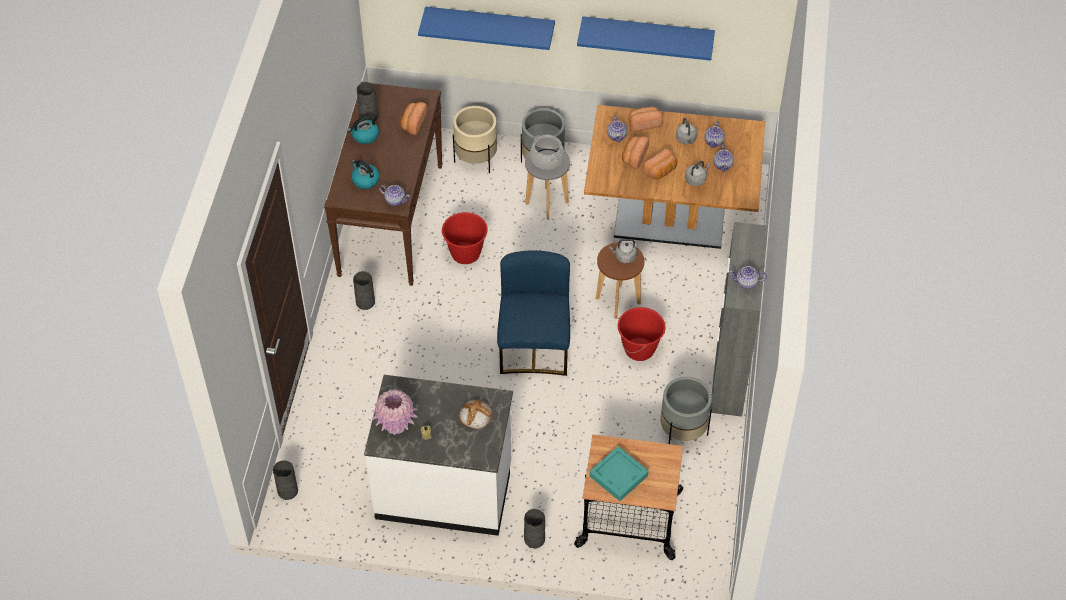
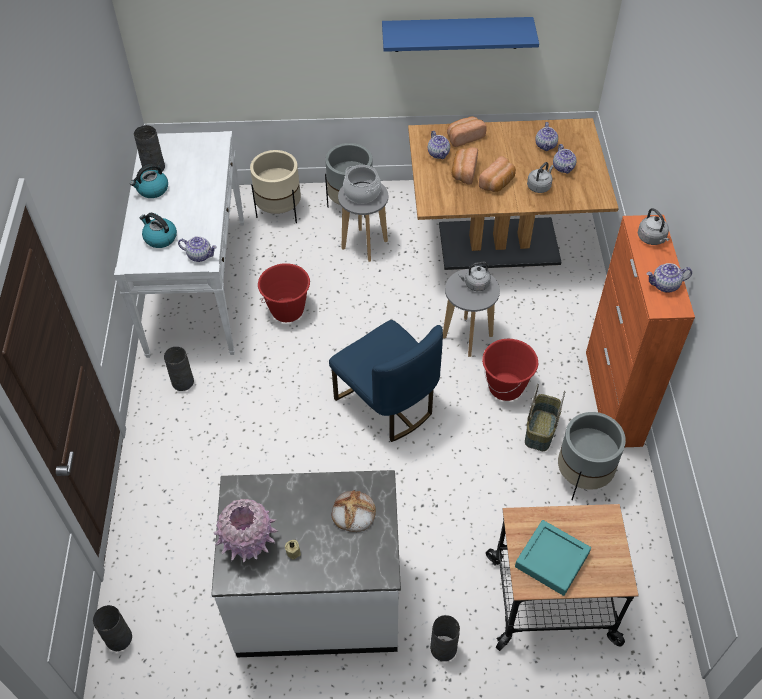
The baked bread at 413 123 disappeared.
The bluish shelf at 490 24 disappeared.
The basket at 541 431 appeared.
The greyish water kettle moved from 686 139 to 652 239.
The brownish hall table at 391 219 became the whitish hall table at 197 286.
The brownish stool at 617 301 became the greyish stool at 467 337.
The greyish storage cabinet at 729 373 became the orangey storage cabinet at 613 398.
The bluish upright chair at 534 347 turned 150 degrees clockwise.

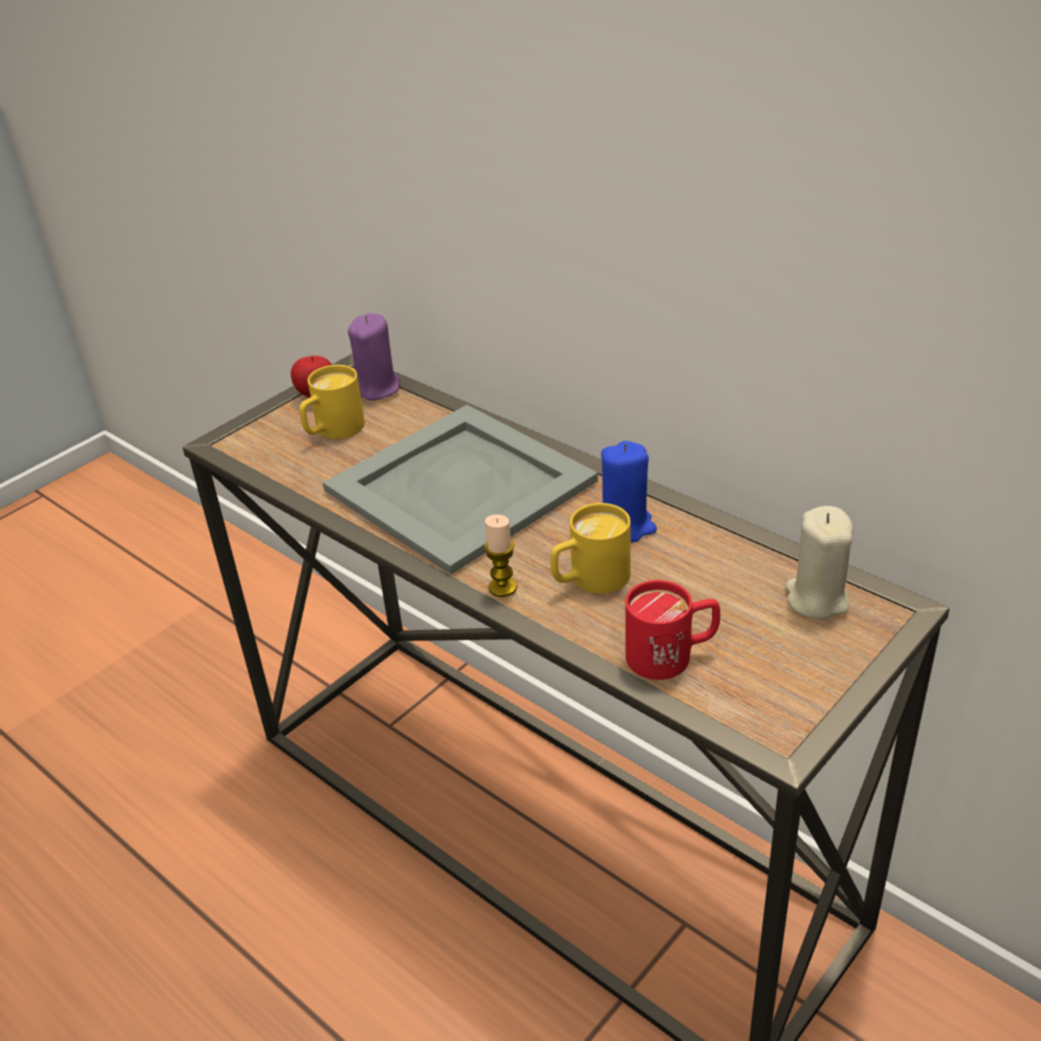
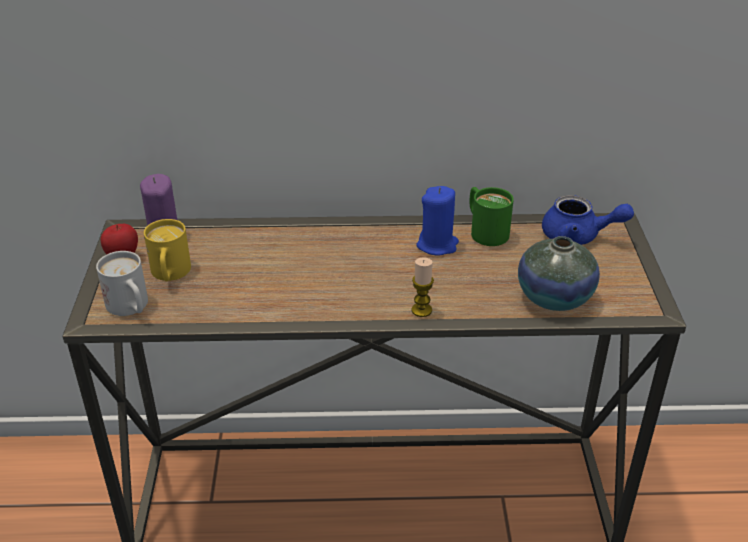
The greyish carrying tray at 460 487 disappeared.
The yellow-coloured coffee mug at 589 580 disappeared.
The whitish coffee mug at 131 308 appeared.
The greenish coffee mug at 484 231 appeared.
The reddish coffee mug at 672 655 was replaced by the flower vase at 554 297.
The beige candle at 816 598 was replaced by the bluish teapot at 578 236.

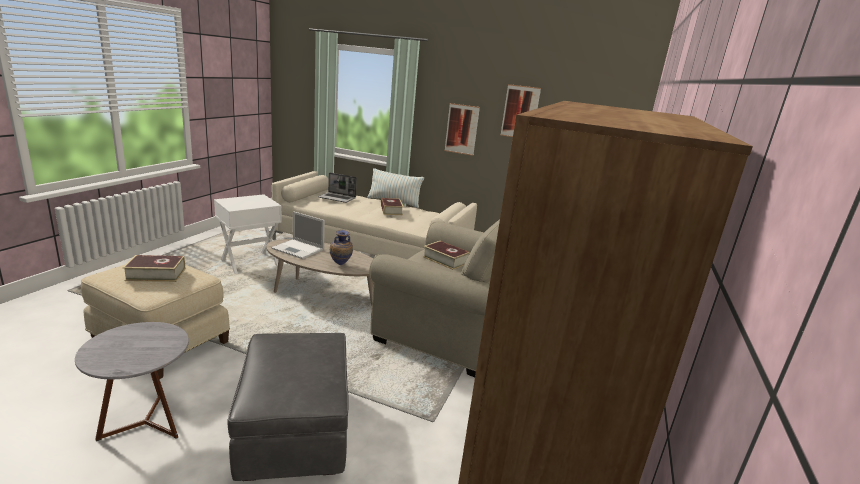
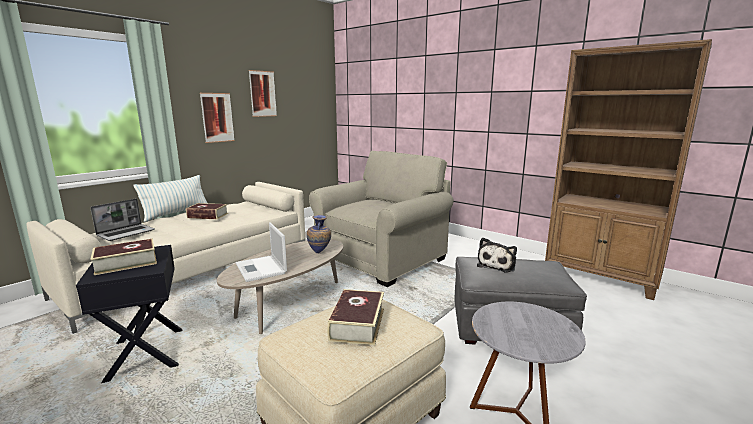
The plush toy at 497 265 appeared.
The bound book moved from 445 260 to 126 263.
The whitish end table at 250 263 became the black end table at 147 354.
The portable computer at 299 249 turned 105 degrees clockwise.

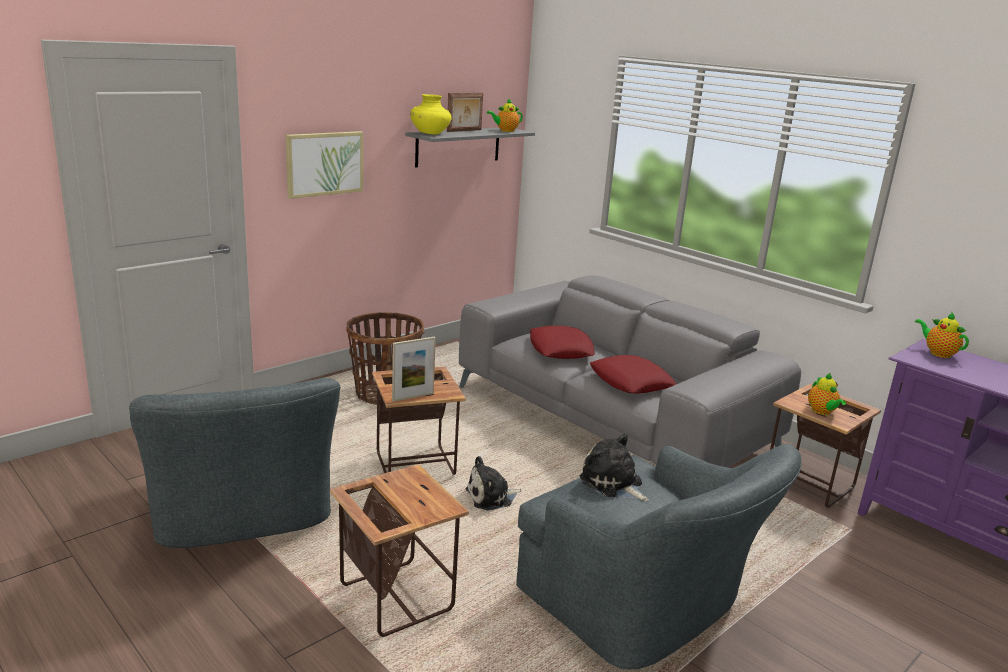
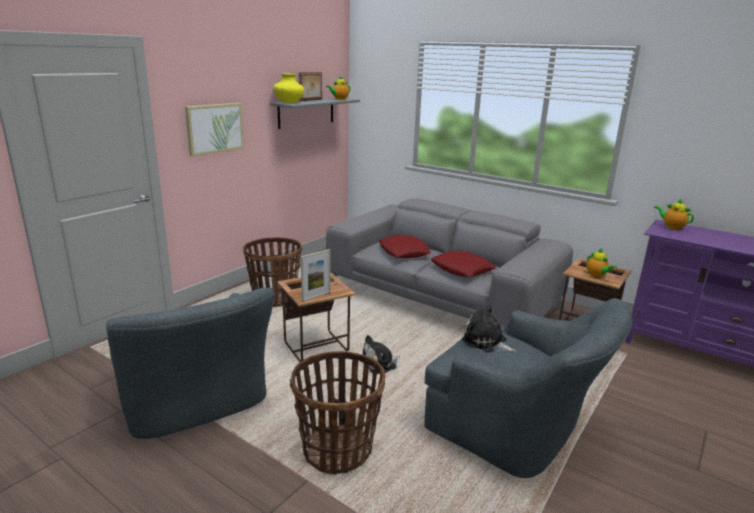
The end table at 395 597 was replaced by the basket at 337 450.

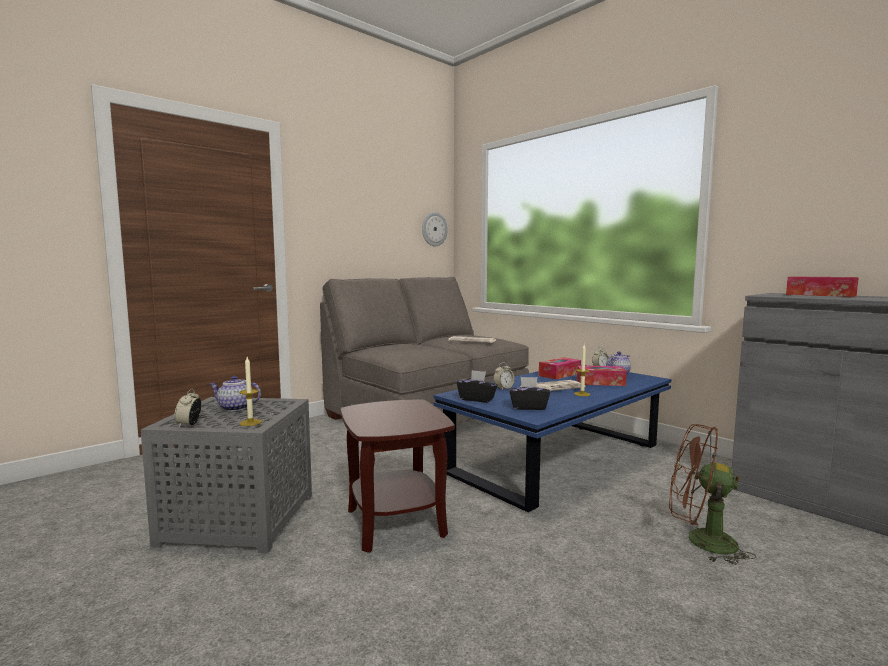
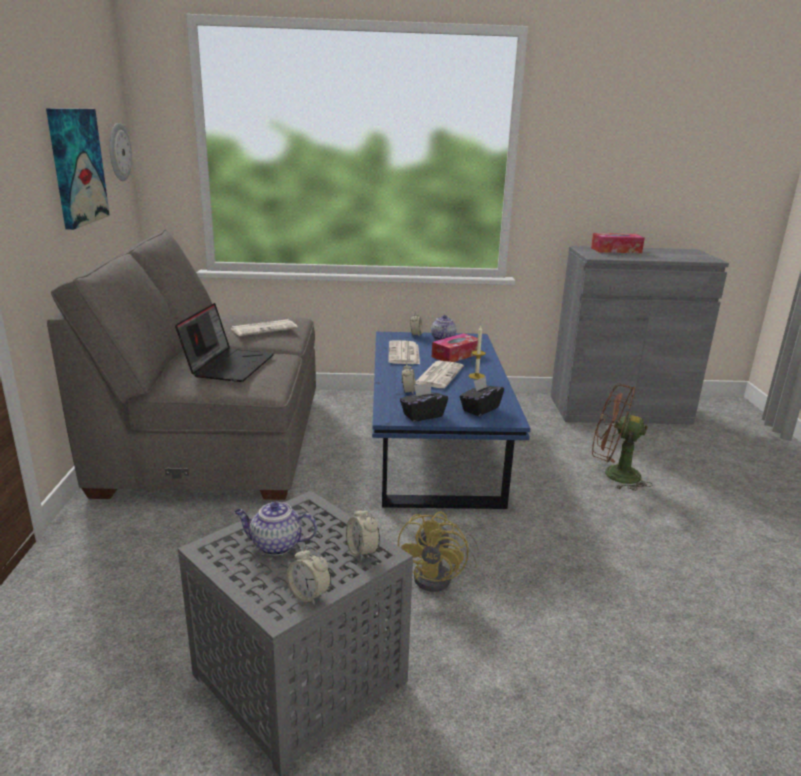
The picture at 76 167 appeared.
The portable computer at 229 365 appeared.
The candle at 250 422 was replaced by the alarm clock at 362 552.
The brownish end table at 396 522 was replaced by the yellow-coloured electric fan at 440 578.
The box of tissues at 559 374 was replaced by the daily paper at 404 354.
The teapot at 235 408 turned 45 degrees clockwise.
The brownish electric fan at 700 541 turned 45 degrees clockwise.

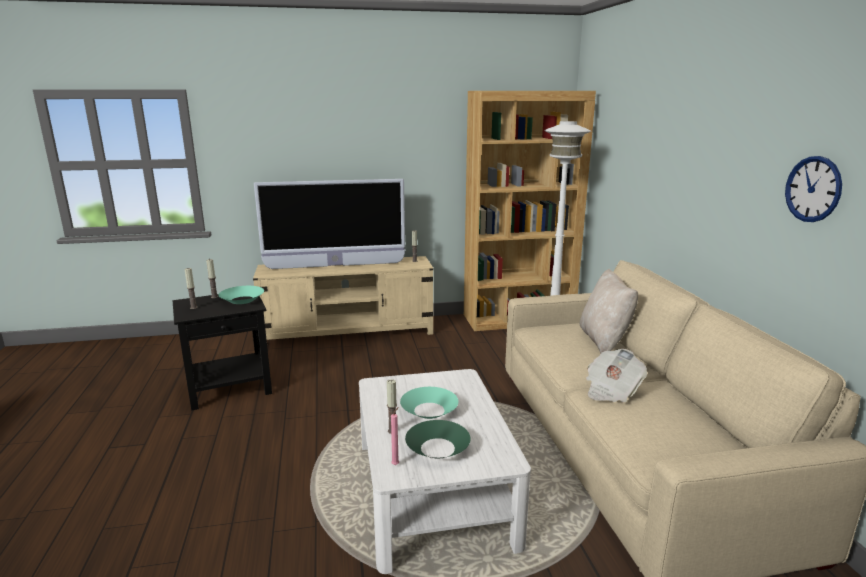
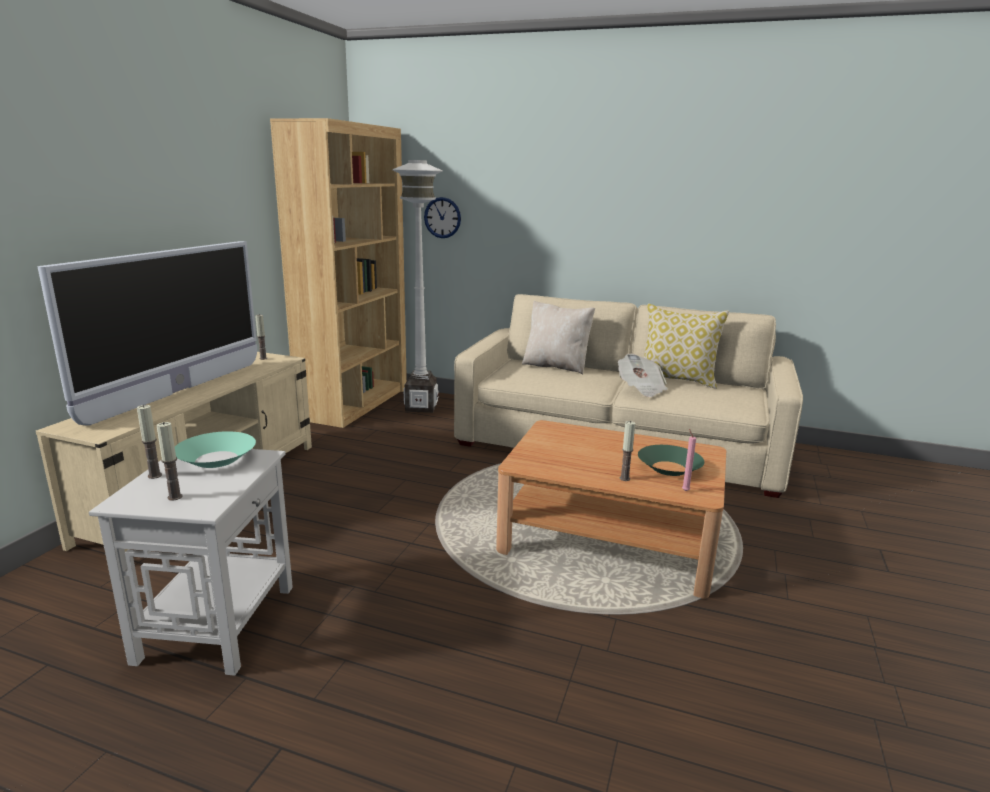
The turquoise-coloured serving bowl at 429 410 disappeared.
The pillow at 677 380 appeared.
The clock on the wall moved from 813 189 to 442 217.
The black end table at 230 388 became the whitish end table at 218 621.
The whitish low table at 434 491 became the brownish low table at 609 538.

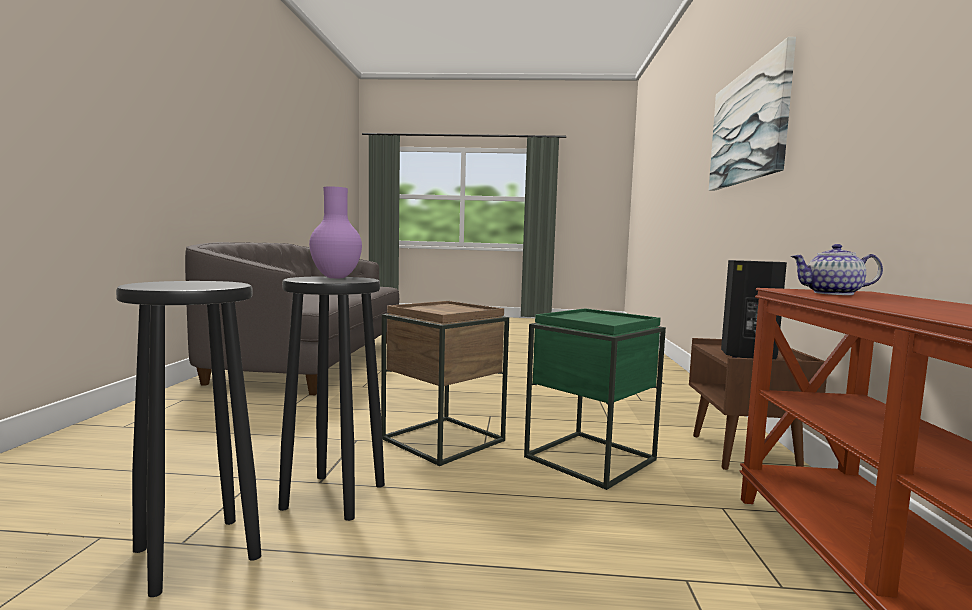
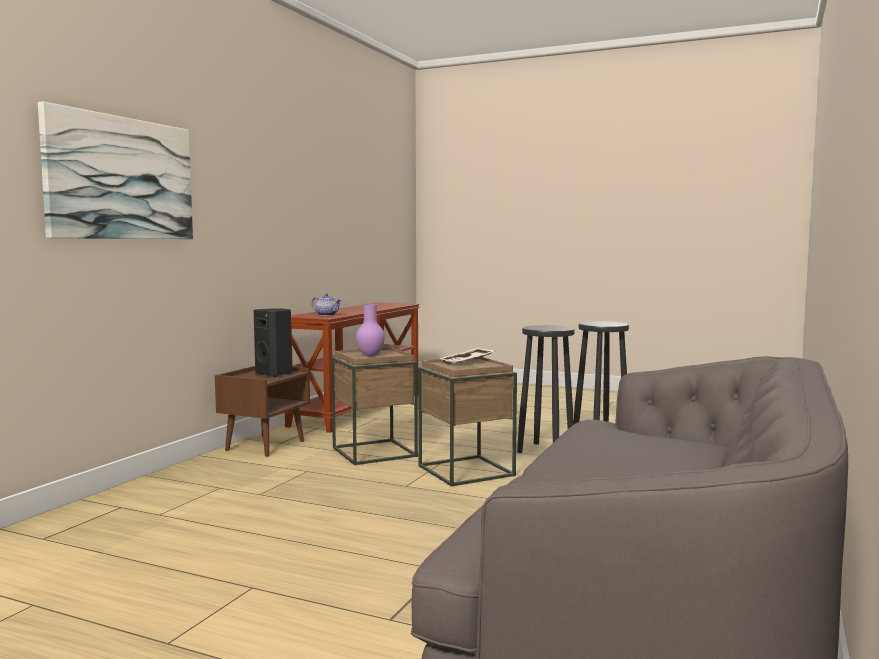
The whitish carrying tray at 468 362 appeared.
The purplish flower vase moved from 336 278 to 370 355.
The greenish end table at 590 458 became the brownish end table at 374 452.

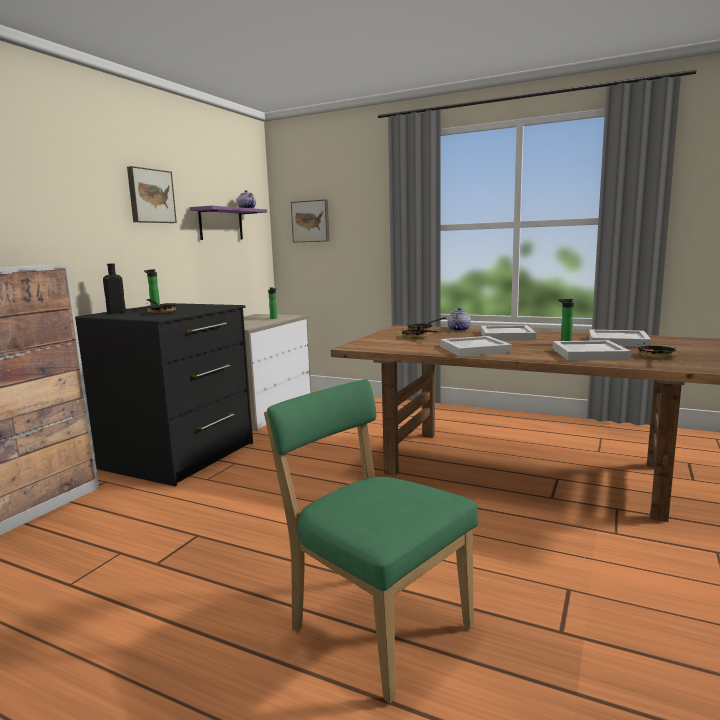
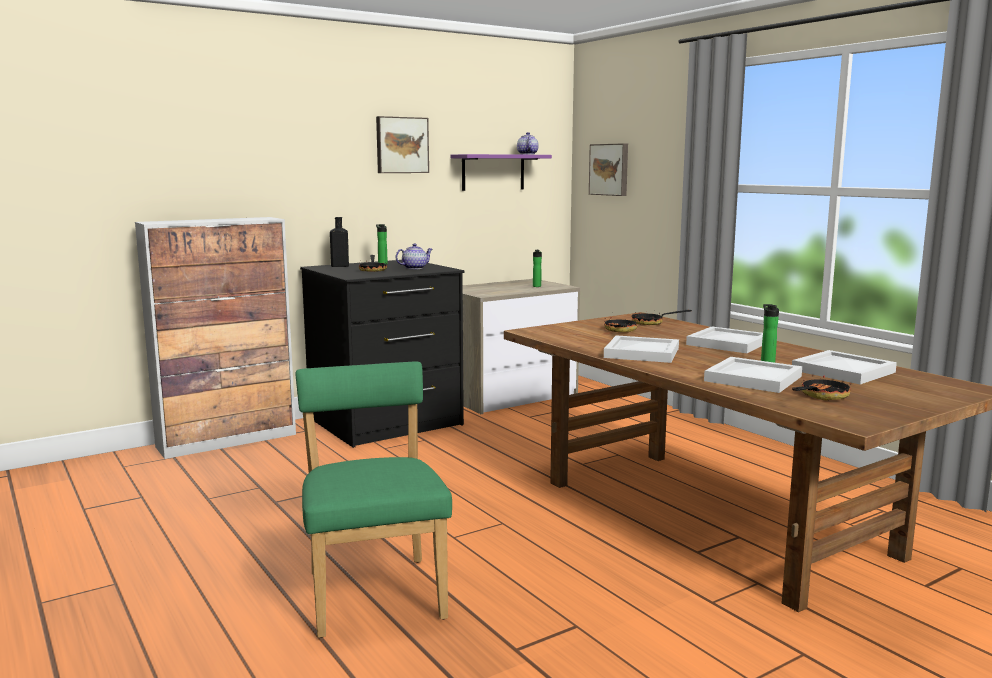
The teapot moved from 458 330 to 414 268.

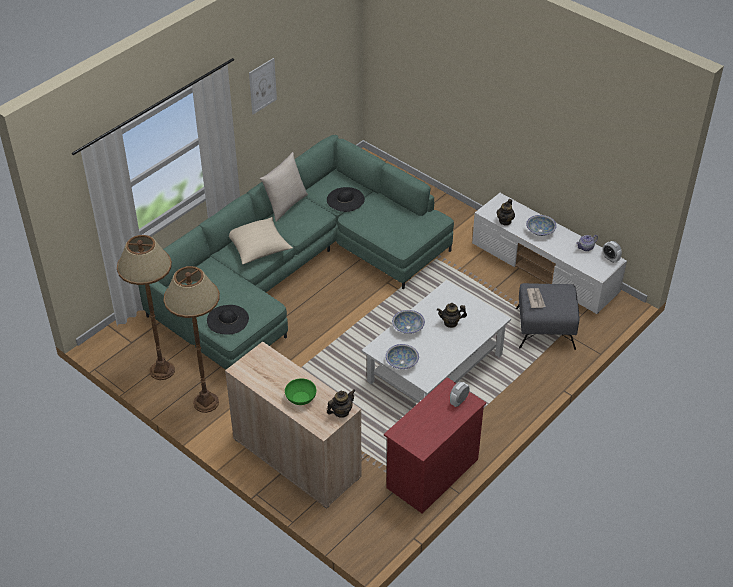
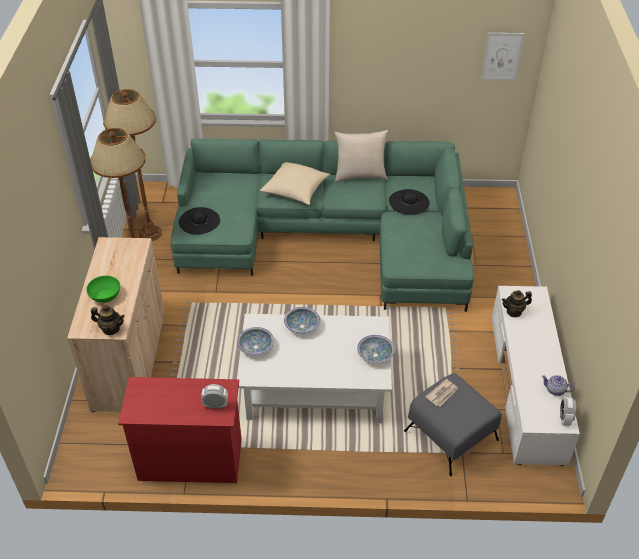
The teapot at 451 322 disappeared.
The picture moved from 262 86 to 502 56.
The serving bowl moved from 540 230 to 375 355.

